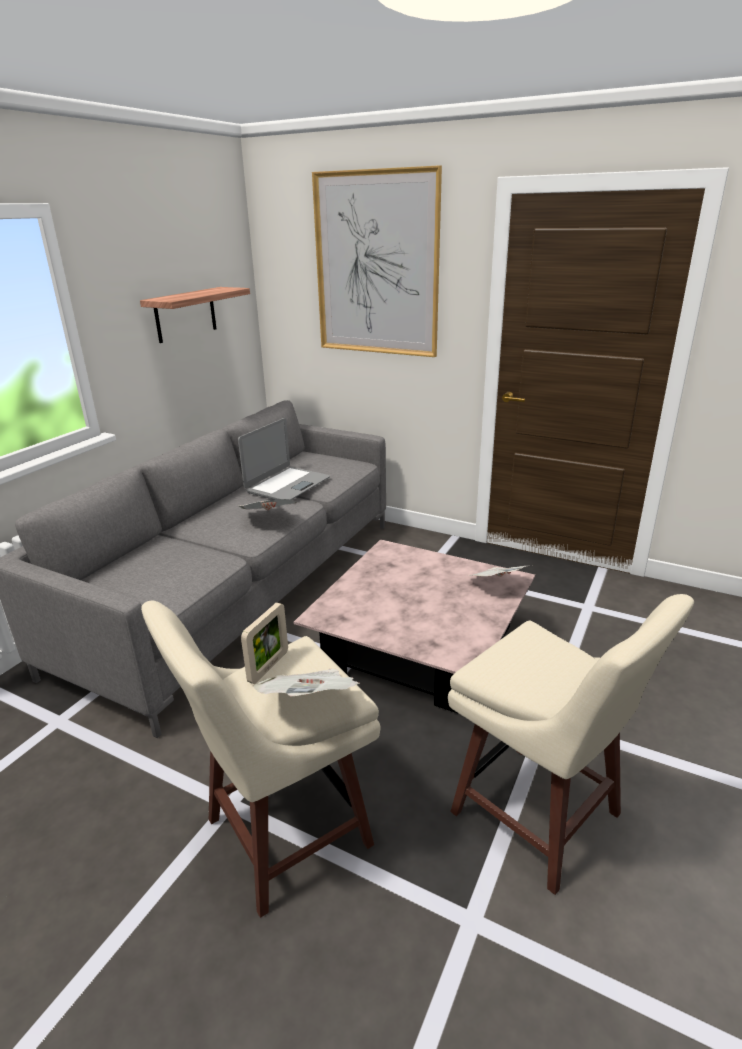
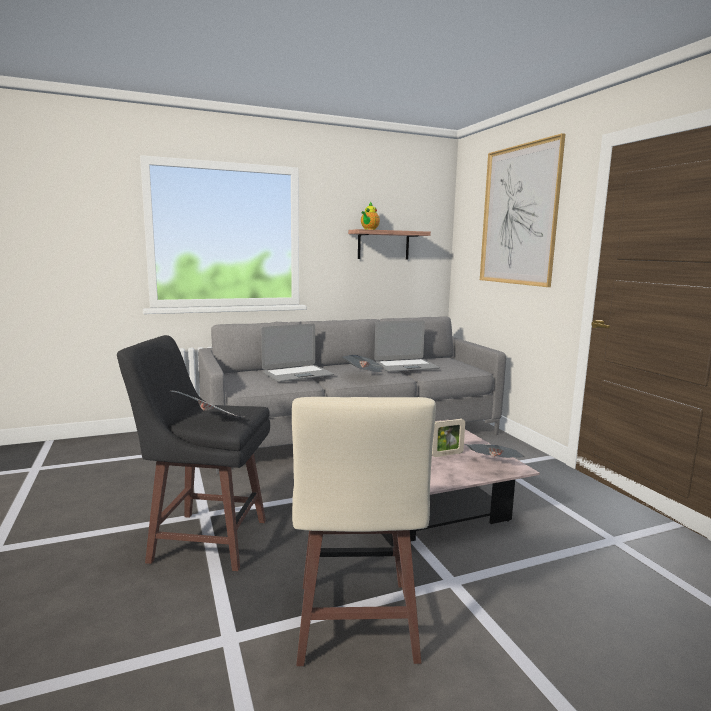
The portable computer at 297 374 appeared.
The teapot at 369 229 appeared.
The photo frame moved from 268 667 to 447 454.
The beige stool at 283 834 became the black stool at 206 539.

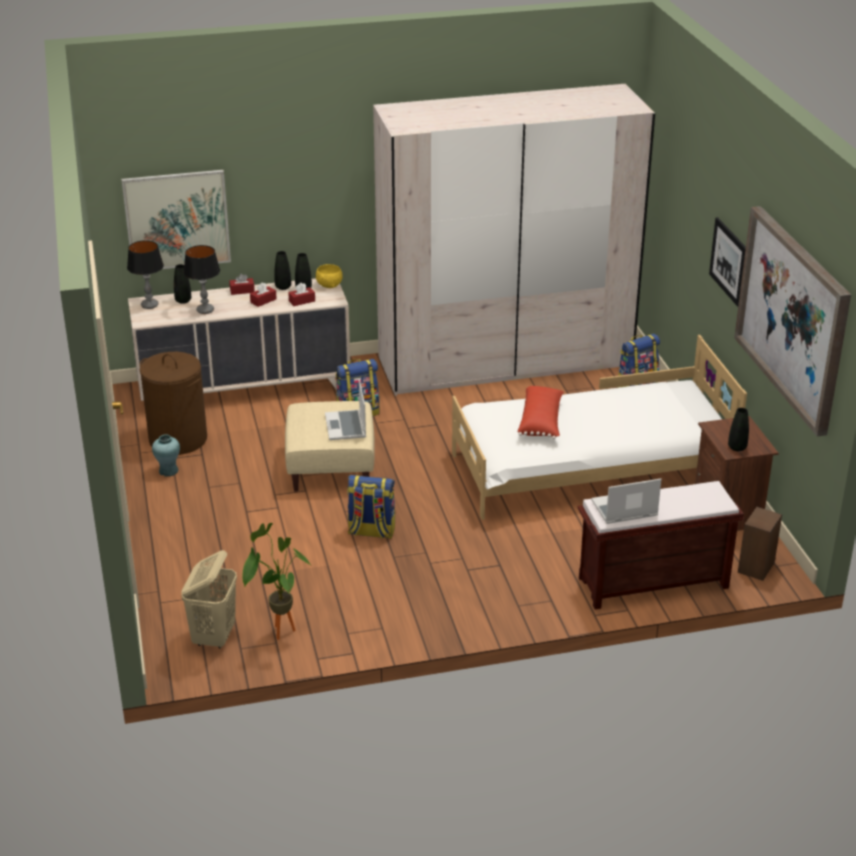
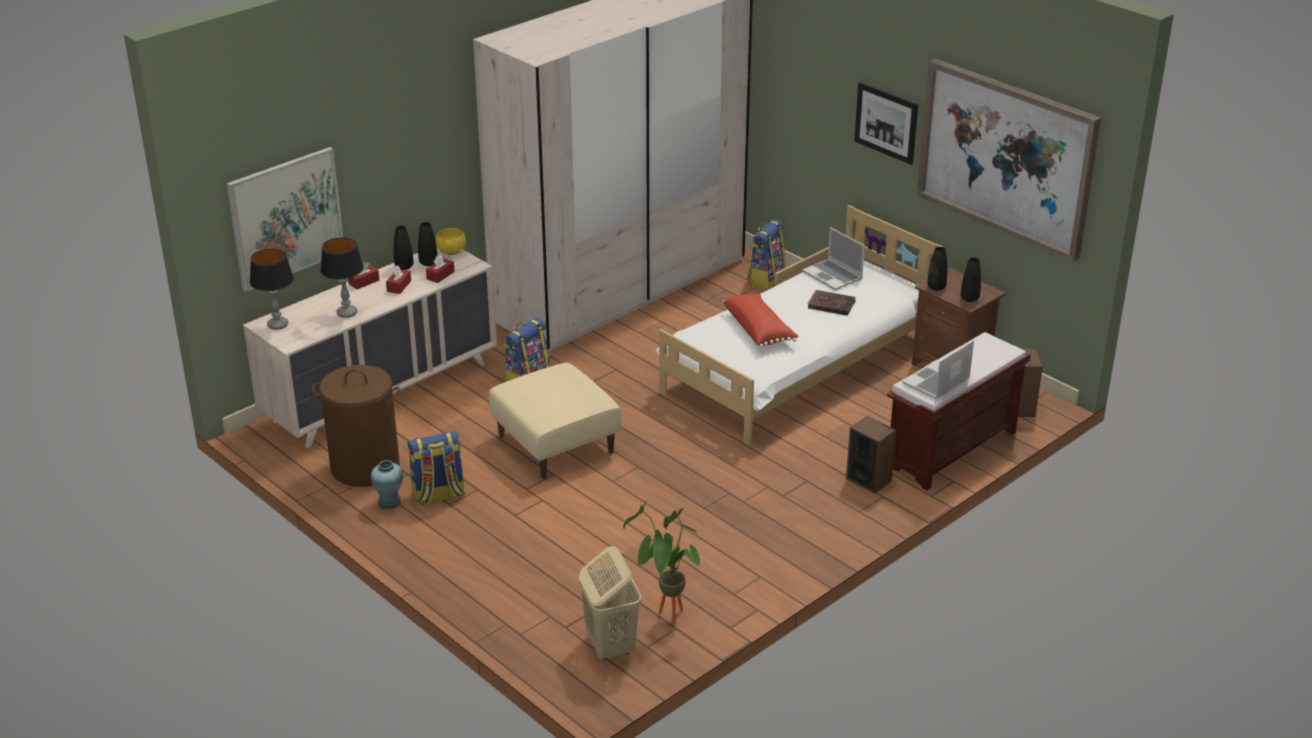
The brownish bound book at 831 304 appeared.
The speaker at 868 480 appeared.
The black flower vase moved from 183 301 to 936 287.
The portable computer moved from 346 427 to 833 276.
The knapsack moved from 371 532 to 438 496.

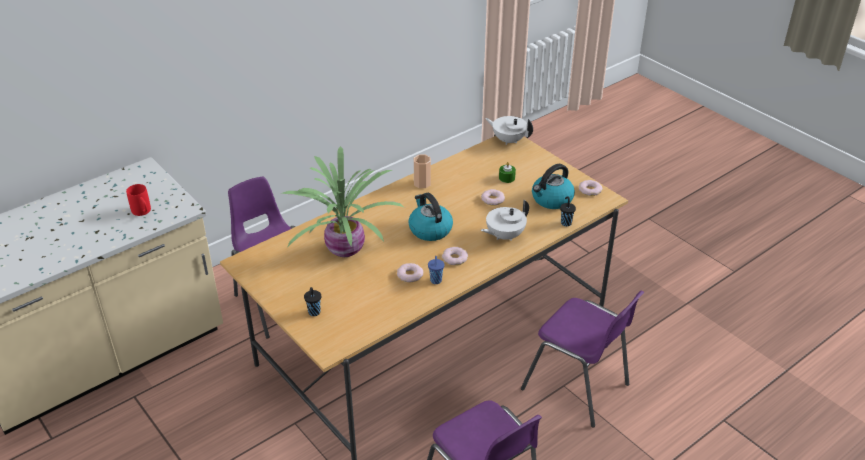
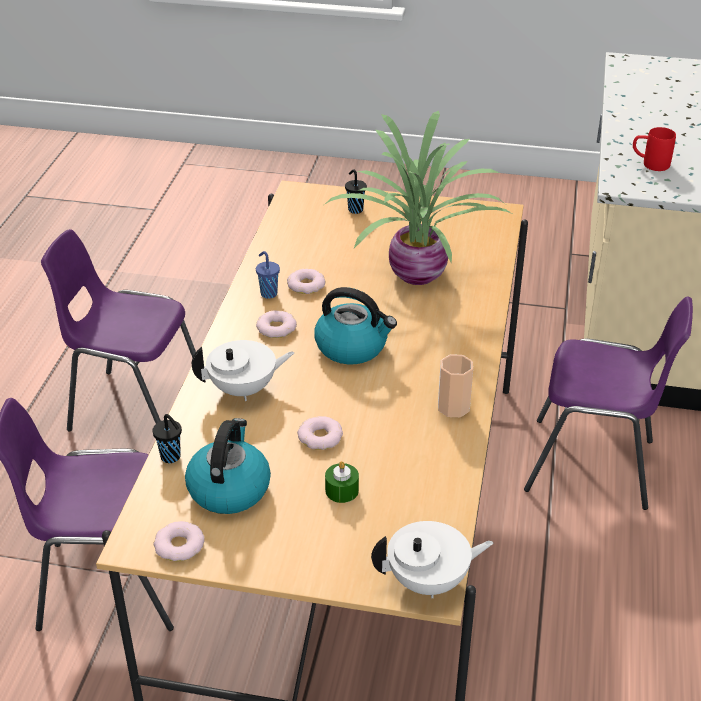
The whitish teapot at 504 236 turned 60 degrees clockwise.

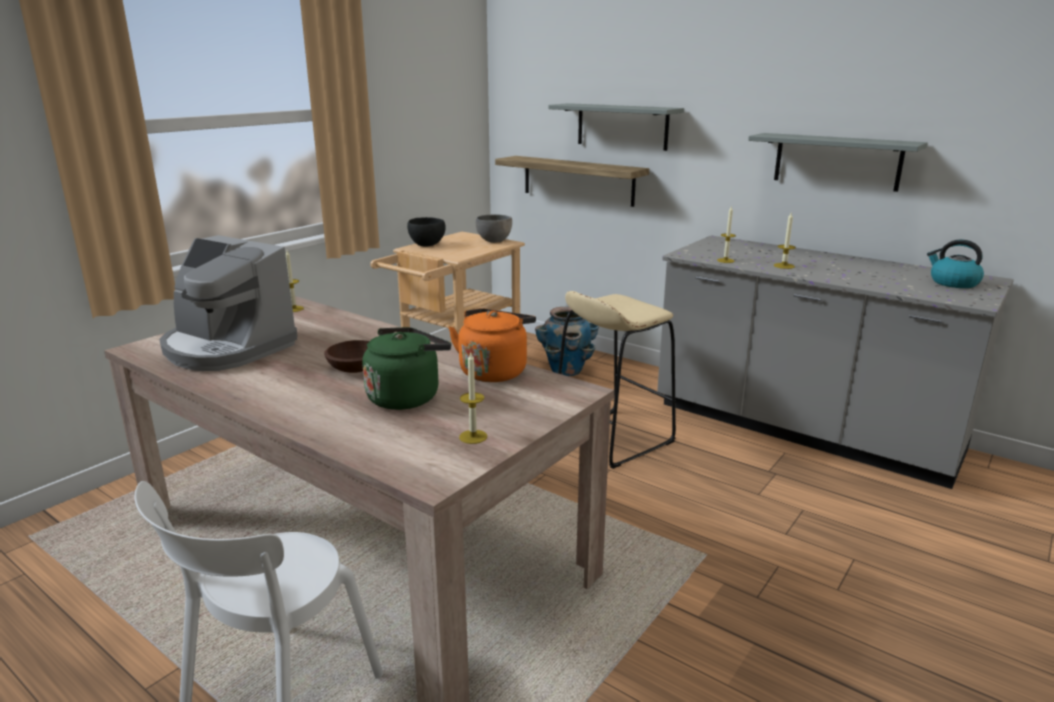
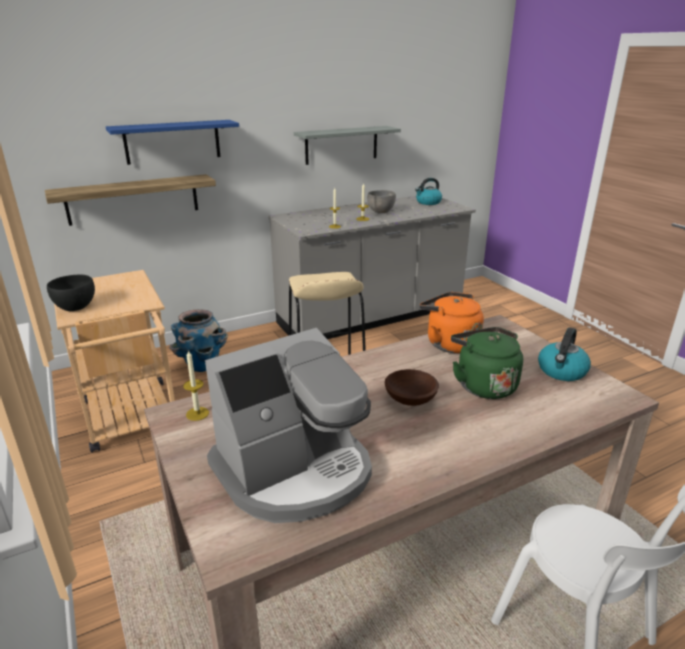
The greyish serving bowl moved from 494 241 to 380 212.
The candle at 473 437 was replaced by the water kettle at 561 371.
The greyish shelf at 622 126 became the bluish shelf at 172 141.

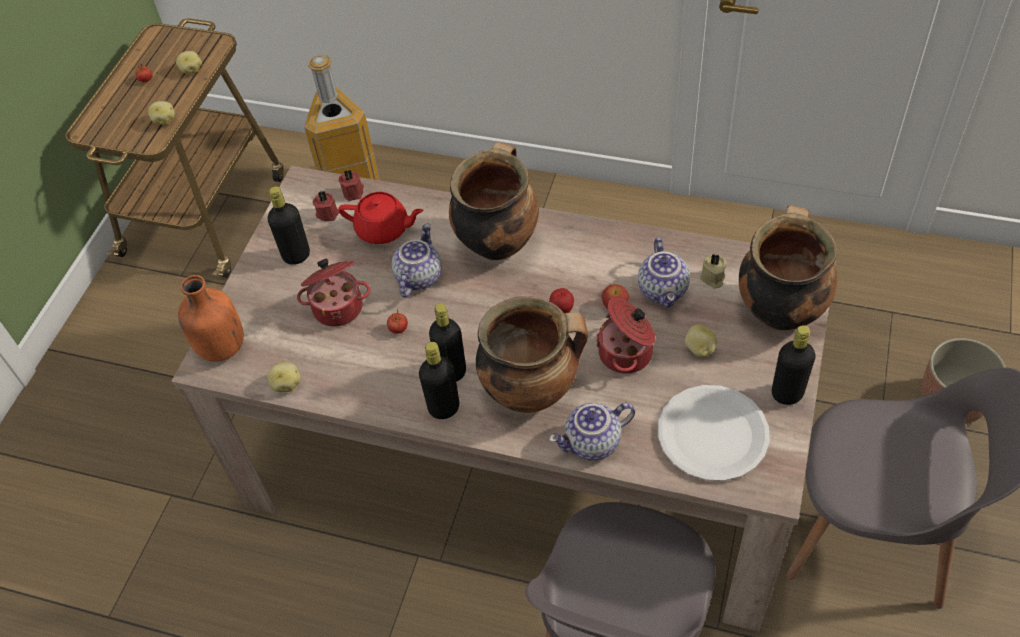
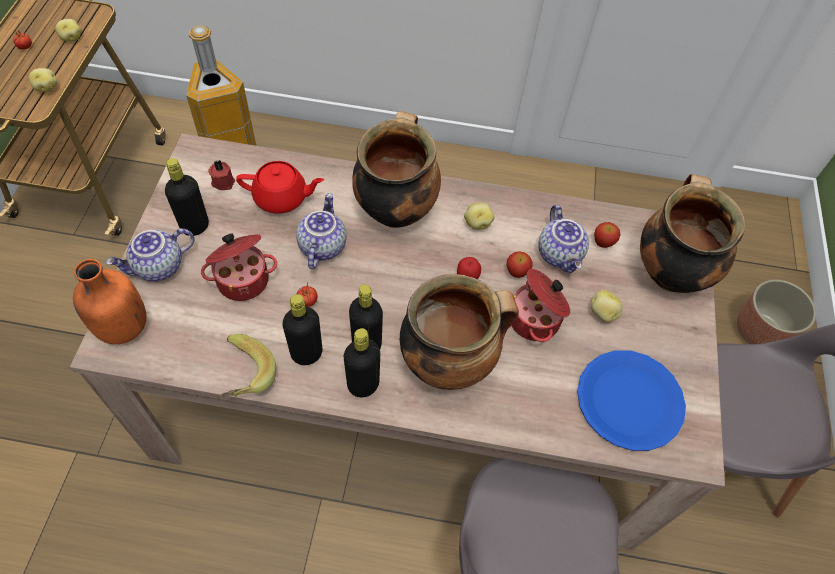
The reddish candle at 354 192 disappeared.
The banana at 242 376 appeared.
The potato moved from 286 384 to 477 223.
The teapot moved from 593 444 to 159 268.
The black beverage bottle moved from 787 393 to 306 353.
The beige candle at 712 278 was replaced by the whole apple at 603 242.
The whitish plate at 712 434 became the bluish plate at 629 400.

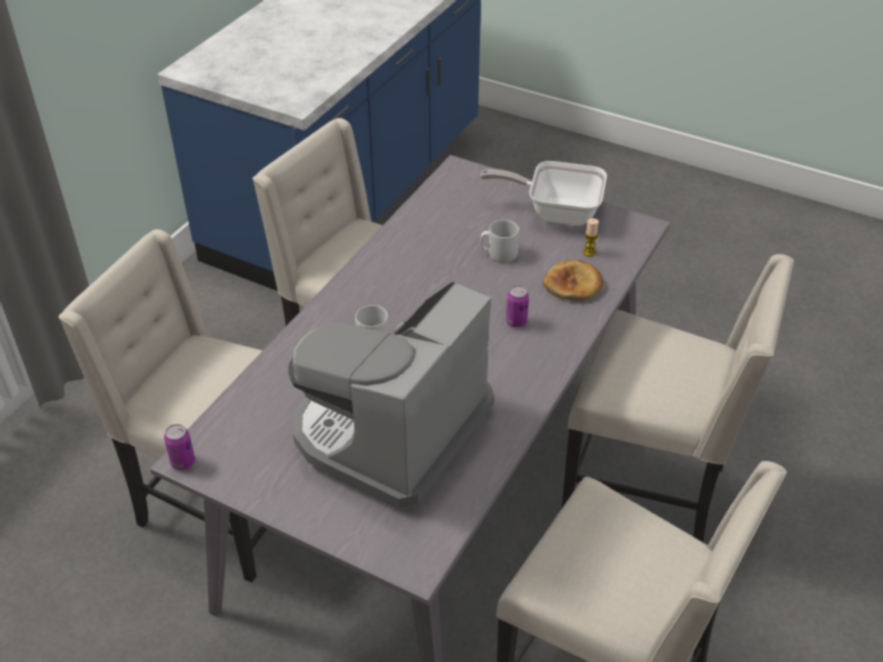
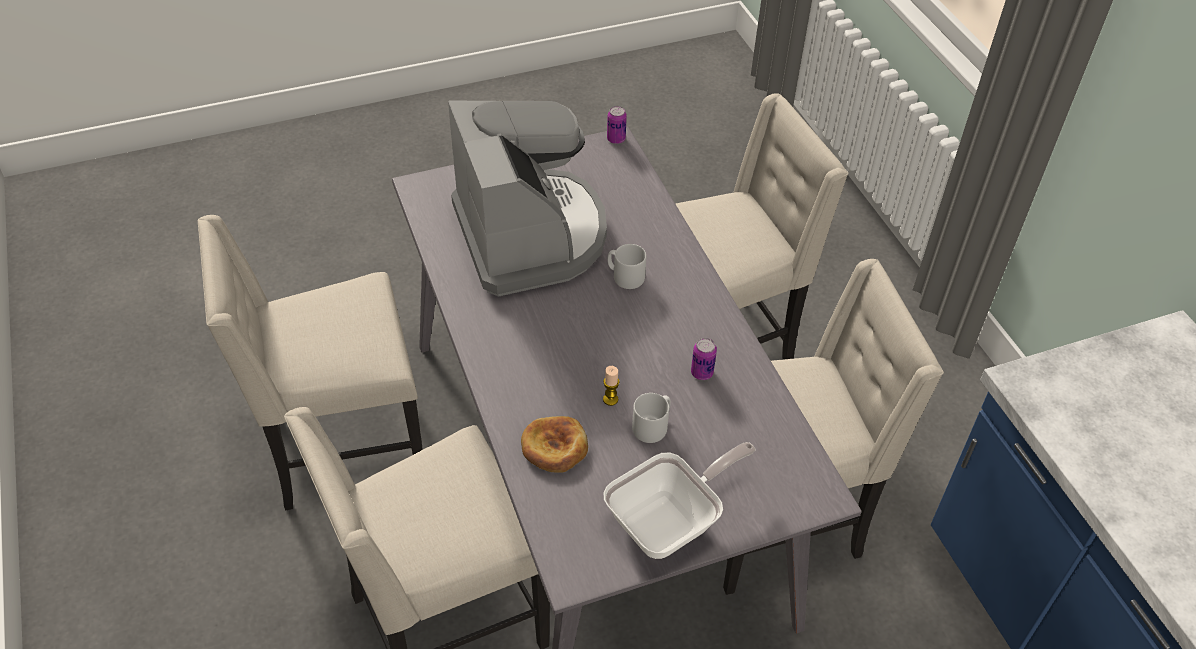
The metal can moved from 516 321 to 702 373.
The candle moved from 589 252 to 610 399.

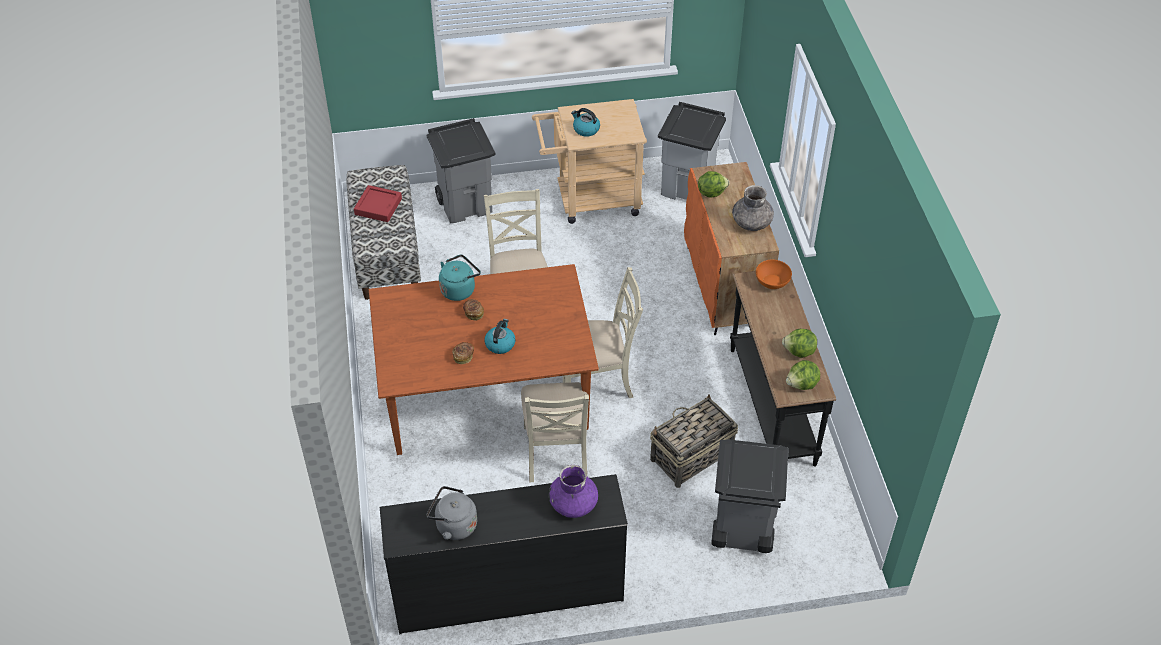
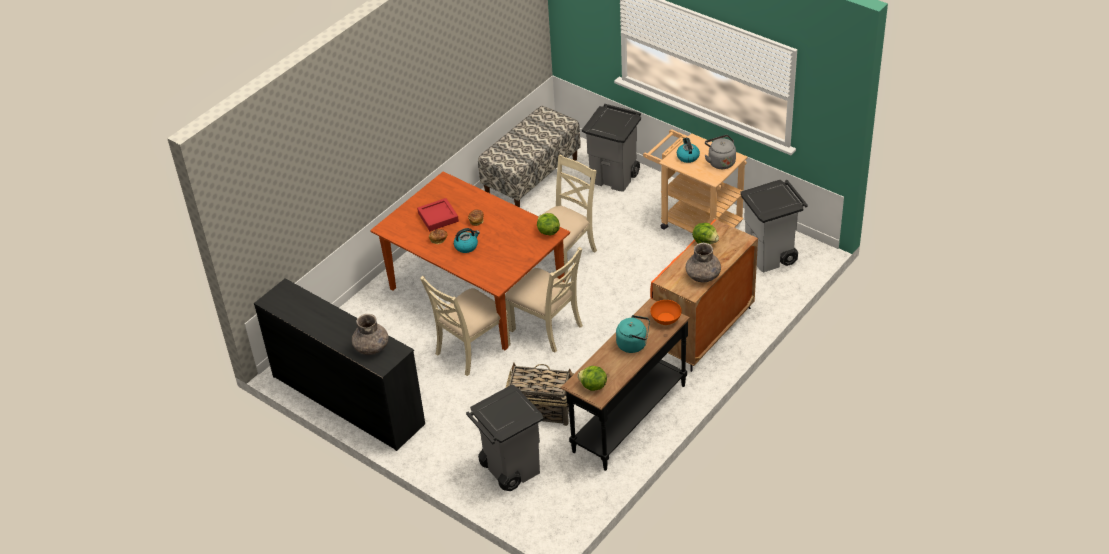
The reddish carrying tray moved from 378 206 to 438 217.
The greyish water kettle moved from 453 525 to 720 162.
The turquoise-coloured water kettle moved from 459 289 to 634 344.
The lettuce head moved from 799 352 to 548 231.
The purplish flower vase at 573 504 became the greyish flower vase at 371 347.

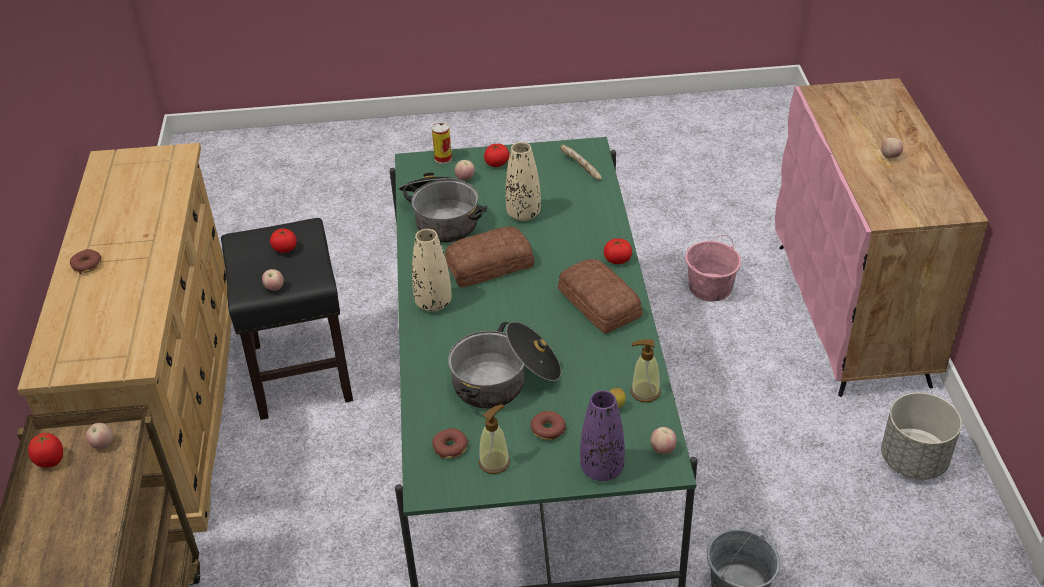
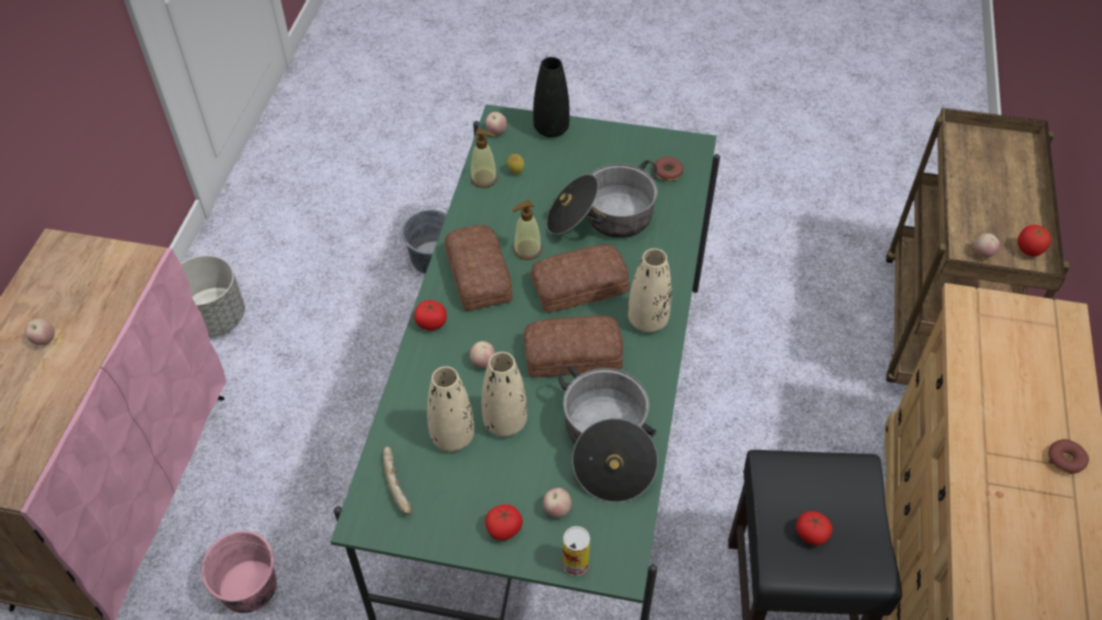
The doughnut at 548 429 disappeared.
The beige flower vase at 452 436 appeared.
The baked bread at 581 287 appeared.
The whole apple moved from 274 288 to 483 362.
The soap bottle moved from 494 462 to 527 250.
The purplish flower vase at 602 469 became the black flower vase at 551 129.

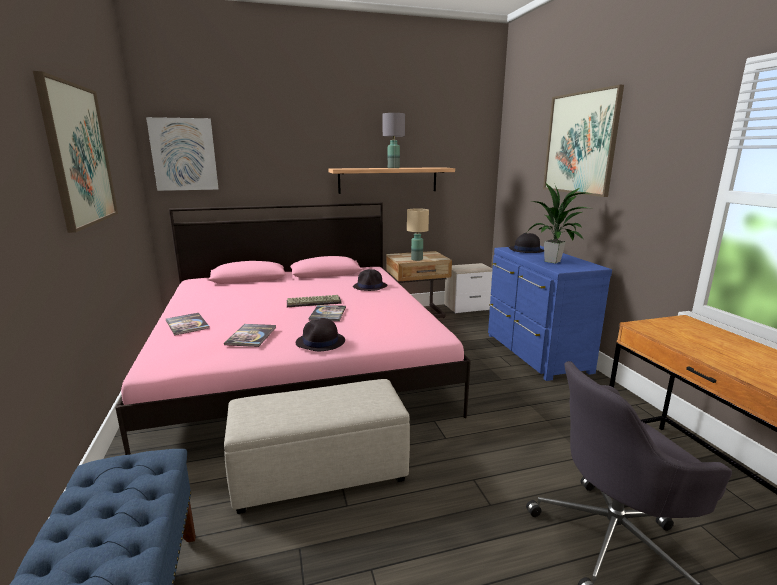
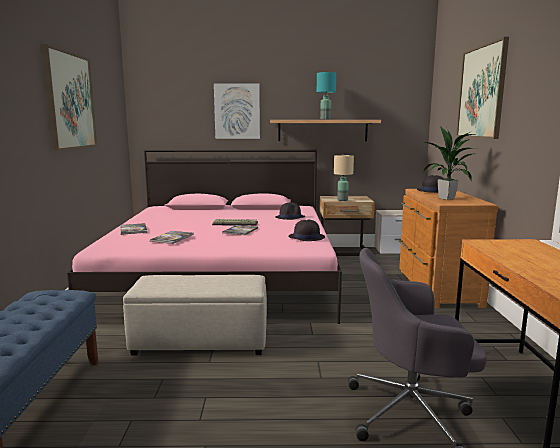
The picture moved from 184 154 to 237 111.
The black wearable hat moved from 320 342 to 306 237.
The greyish tabletop lamp at 393 168 became the turquoise-coloured tabletop lamp at 325 119.
The bluish drawer chest at 534 353 became the brownish drawer chest at 436 288.

